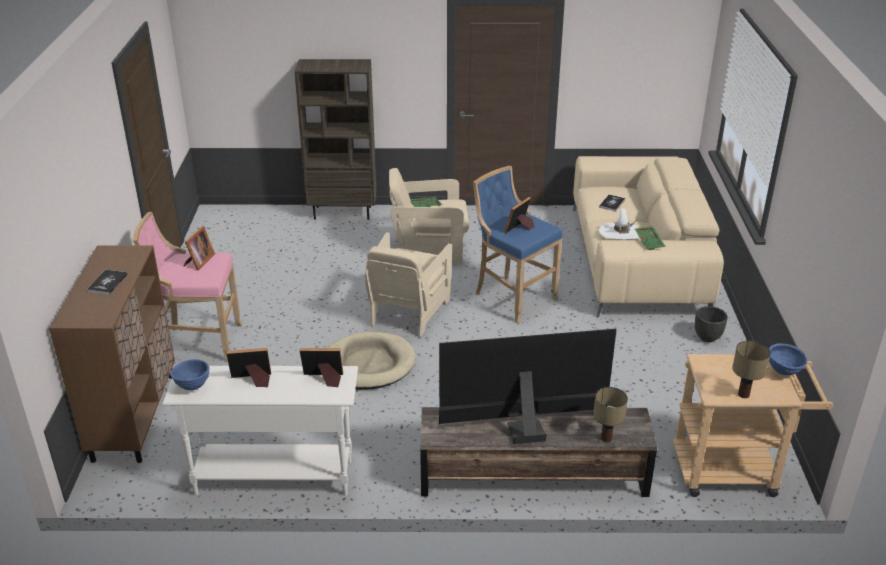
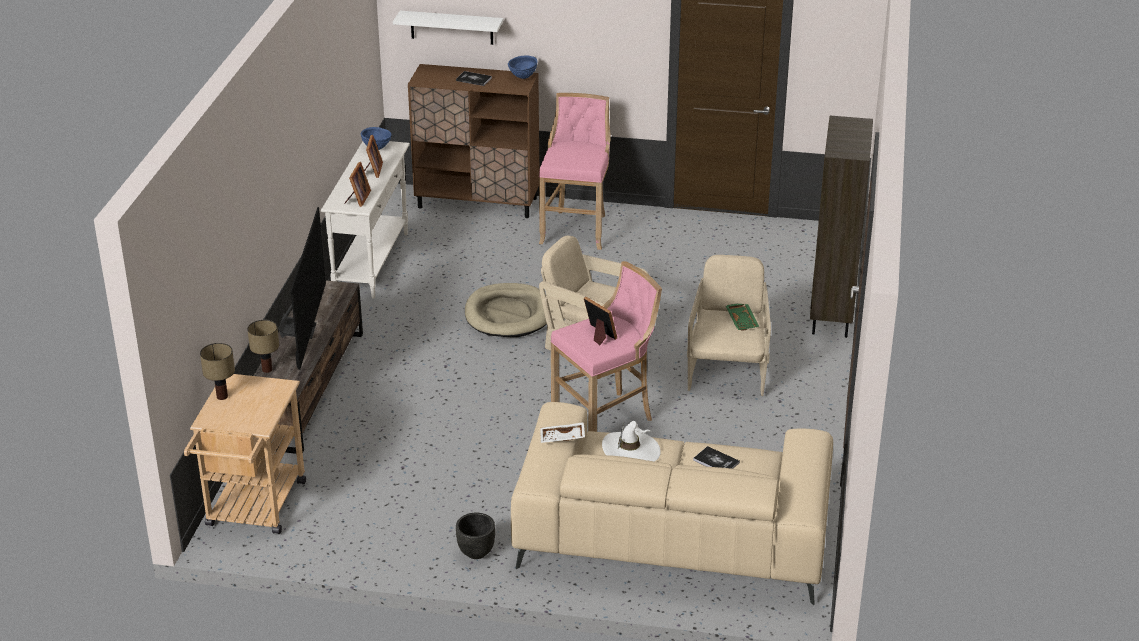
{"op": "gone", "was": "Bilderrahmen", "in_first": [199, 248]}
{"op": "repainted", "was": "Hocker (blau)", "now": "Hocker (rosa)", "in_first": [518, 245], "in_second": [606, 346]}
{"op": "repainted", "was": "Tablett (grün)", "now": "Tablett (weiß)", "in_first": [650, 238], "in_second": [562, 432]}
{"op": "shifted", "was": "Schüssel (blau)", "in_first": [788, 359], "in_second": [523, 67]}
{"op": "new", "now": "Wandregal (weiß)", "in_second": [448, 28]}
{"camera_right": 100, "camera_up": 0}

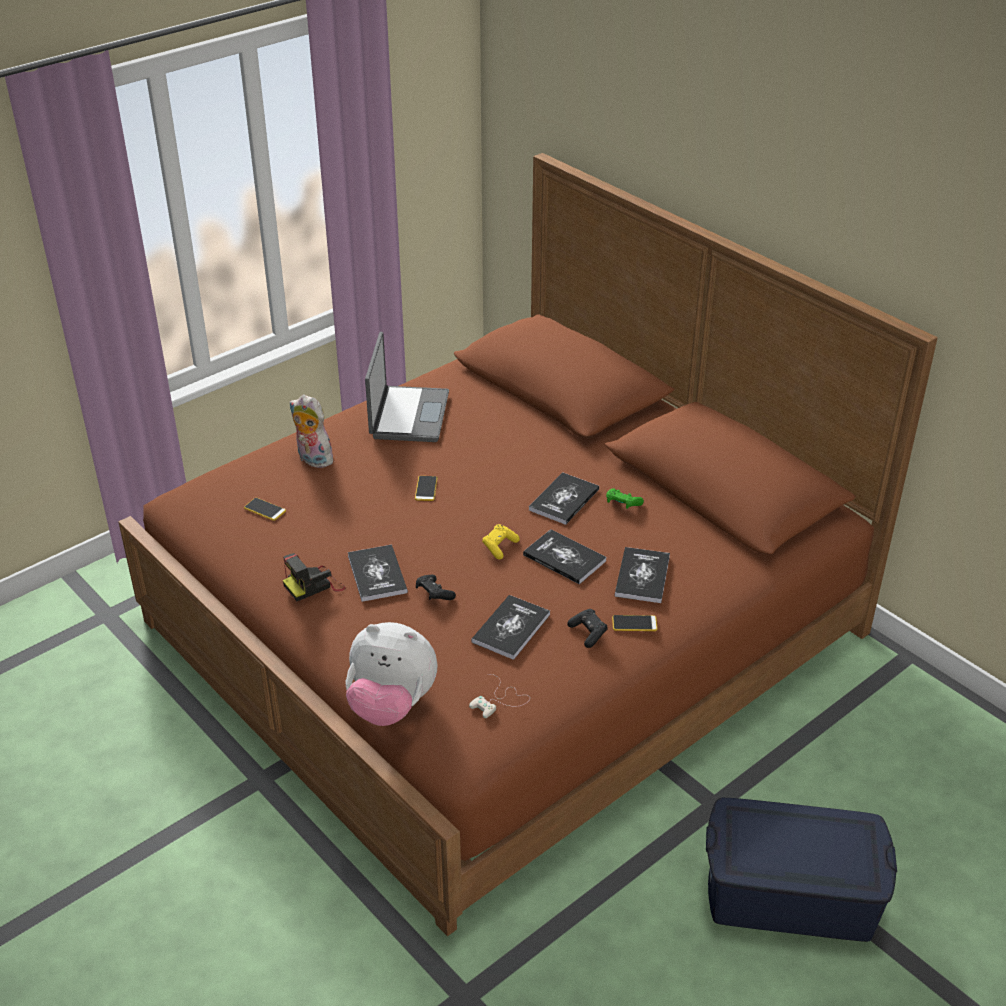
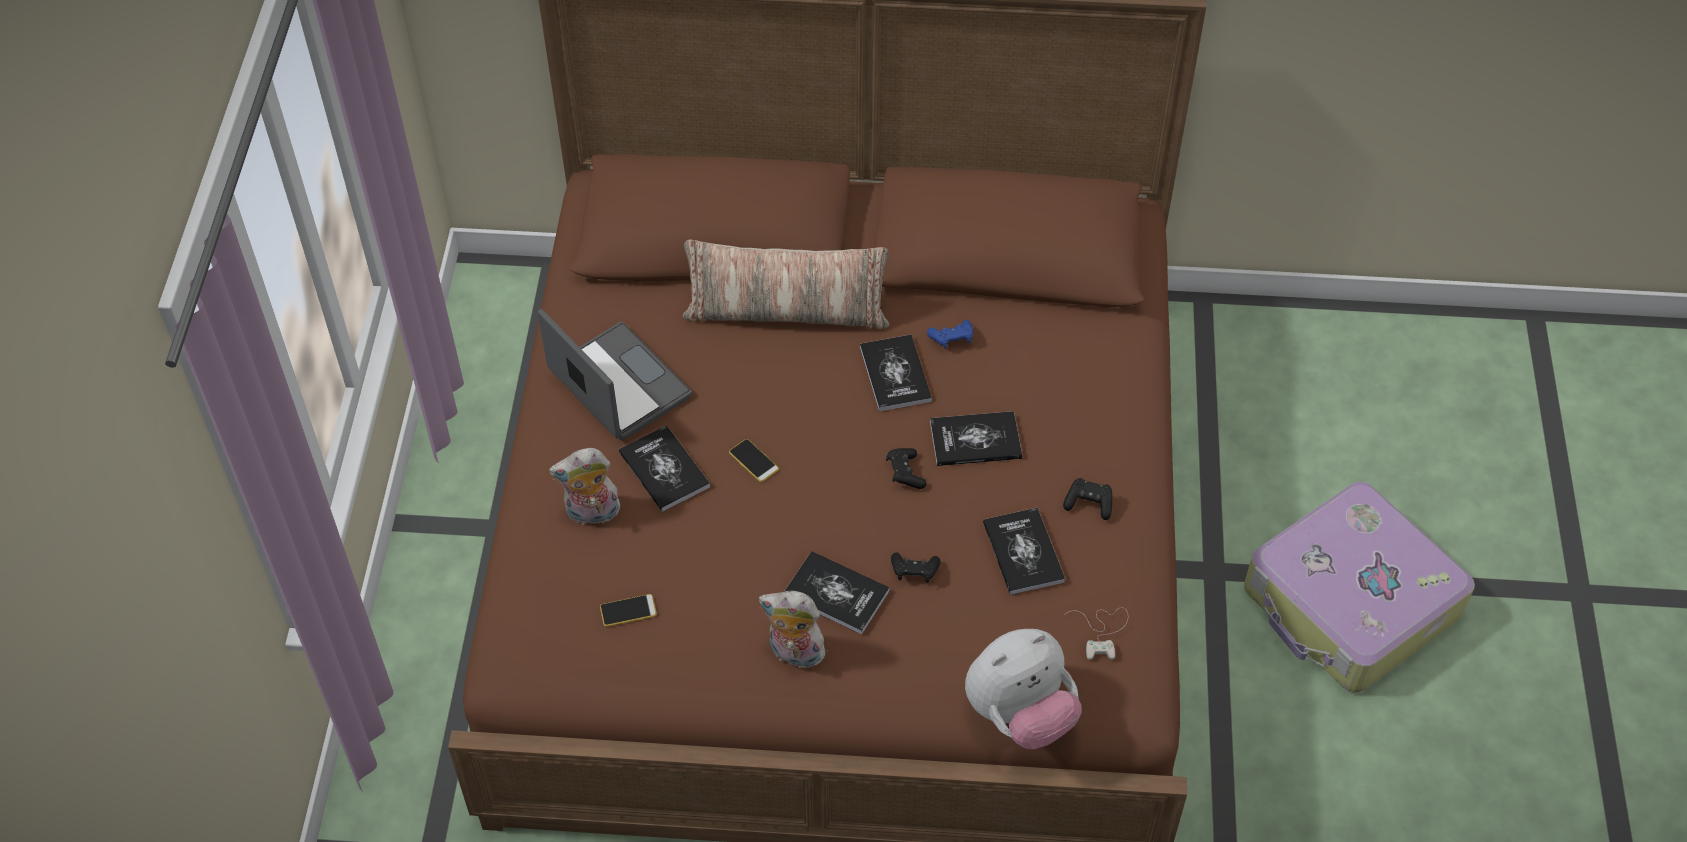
{"op": "swapped", "was": "Kamera", "now": "Plüschtier", "in_first": [314, 577], "in_second": [793, 629]}
{"op": "repainted", "was": "Gamepad (gelb)", "now": "Gamepad (schwarz)", "in_first": [501, 541], "in_second": [906, 468]}
{"op": "repainted", "was": "Gamepad (grün)", "now": "Gamepad (blau)", "in_first": [625, 498], "in_second": [950, 334]}
{"op": "gone", "was": "Handy", "in_first": [634, 623]}
{"op": "shifted", "was": "Buch", "in_first": [642, 575], "in_second": [664, 468]}
{"op": "swapped", "was": "Aufbewahrungsbox (blau)", "now": "Koffer", "in_first": [801, 870], "in_second": [1359, 587]}
{"op": "new", "now": "Kissen", "in_second": [786, 284]}
{"camera_right": -45, "camera_up": 15}

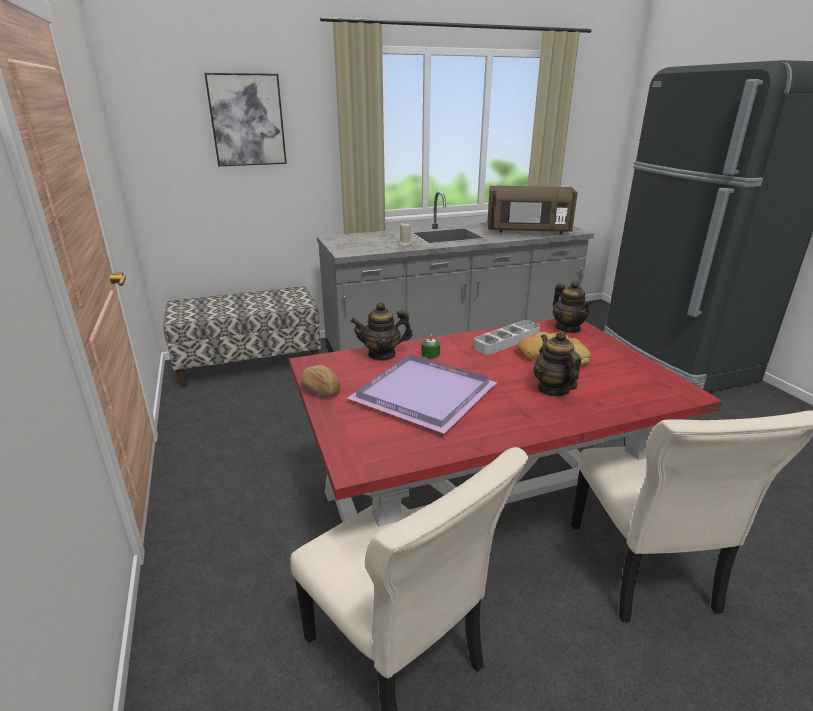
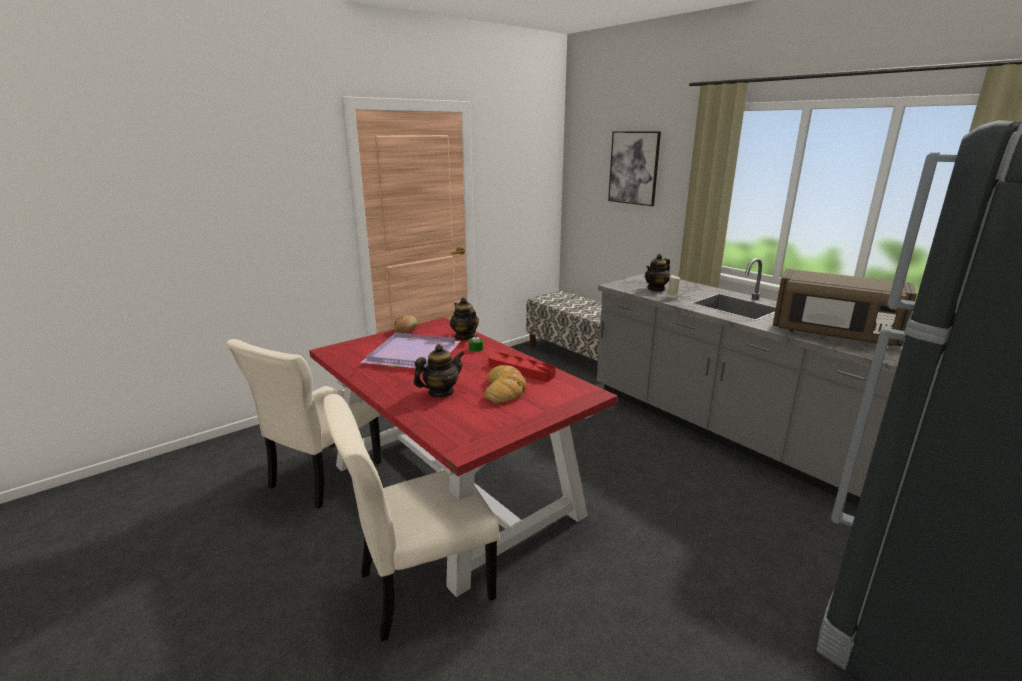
{"op": "repainted", "was": "Tablett (grau)", "now": "Tablett (rot)", "in_first": [507, 337], "in_second": [522, 367]}
{"op": "rotated", "was": "Mikrowelle (braun)", "in_first": [533, 210], "in_second": [845, 307], "clockwise": -45}
{"op": "shifted", "was": "Teekanne", "in_first": [572, 307], "in_second": [657, 273]}
{"camera_right": 70, "camera_up": -5}

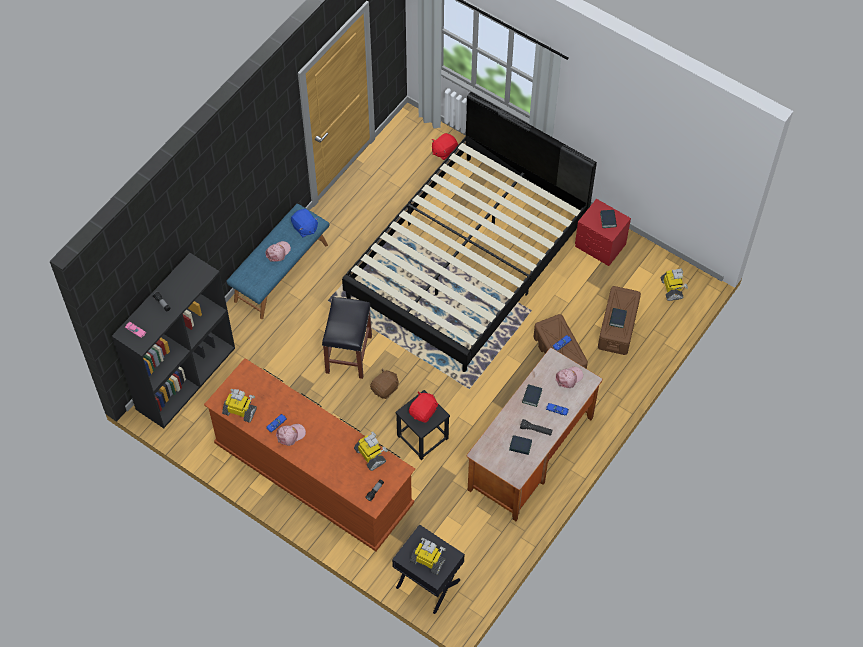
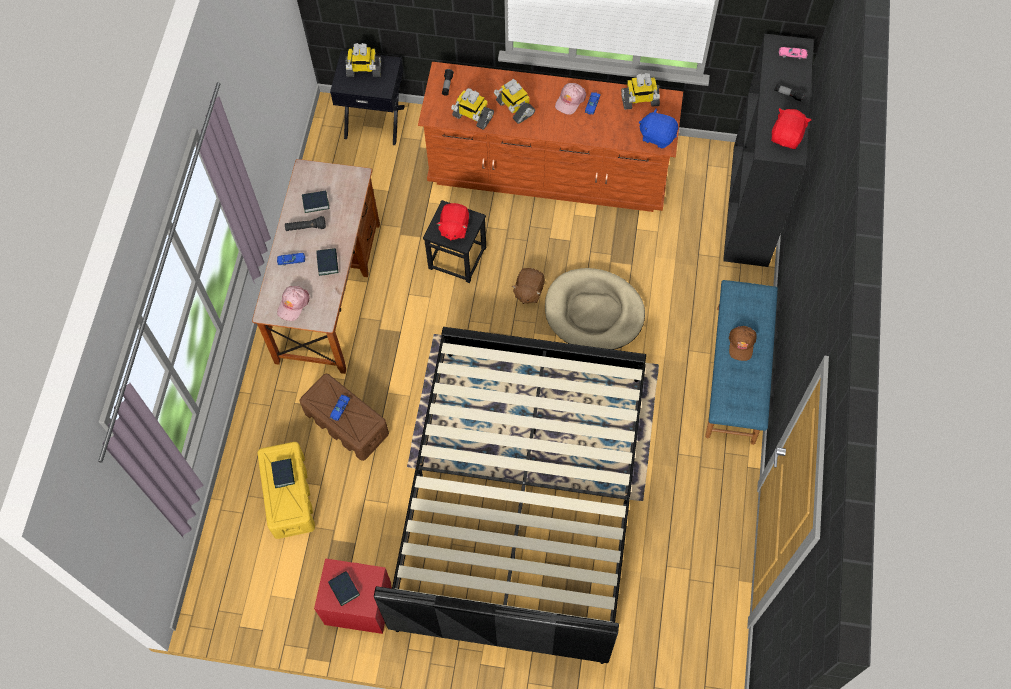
{"op": "repainted", "was": "Kappe (rosa)", "now": "Kappe (braun)", "in_first": [278, 251], "in_second": [743, 343]}
{"op": "shifted", "was": "Plüschtier (blau)", "in_first": [304, 223], "in_second": [658, 128]}
{"op": "swapped", "was": "Hocker (schwarz)", "now": "Hundebett (beige)", "in_first": [347, 338], "in_second": [595, 309]}
{"op": "shifted", "was": "Plüschtier (rot)", "in_first": [445, 146], "in_second": [791, 128]}
{"op": "repainted", "was": "Aufbewahrungsbox (braun)", "now": "Aufbewahrungsbox (gelb)", "in_first": [619, 320], "in_second": [286, 490]}
{"op": "shifted", "was": "Spielzeugroboter", "in_first": [674, 284], "in_second": [514, 101]}
{"camera_right": 155, "camera_up": 5}

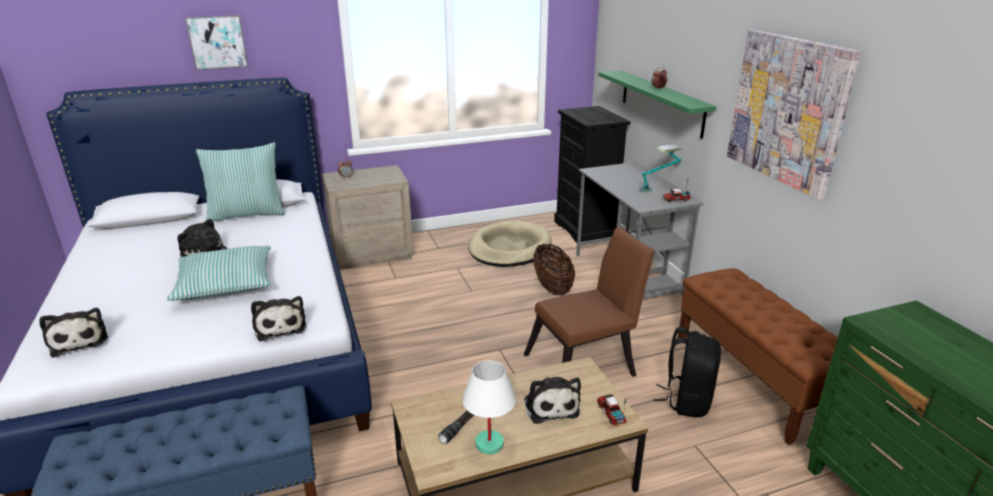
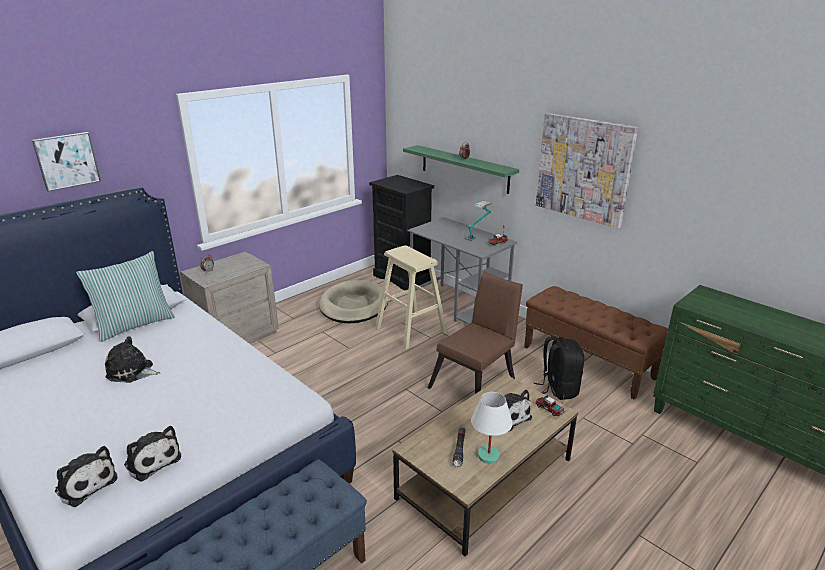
{"op": "gone", "was": "Kissen", "in_first": [218, 273]}
{"op": "shifted", "was": "Plüschtier", "in_first": [279, 319], "in_second": [152, 453]}
{"op": "swapped", "was": "Korb", "now": "Hocker (beige)", "in_first": [554, 269], "in_second": [411, 297]}
{"camera_right": -25, "camera_up": 0}

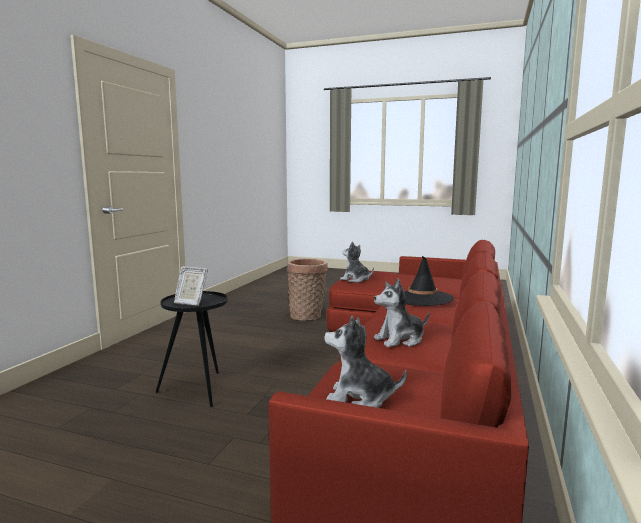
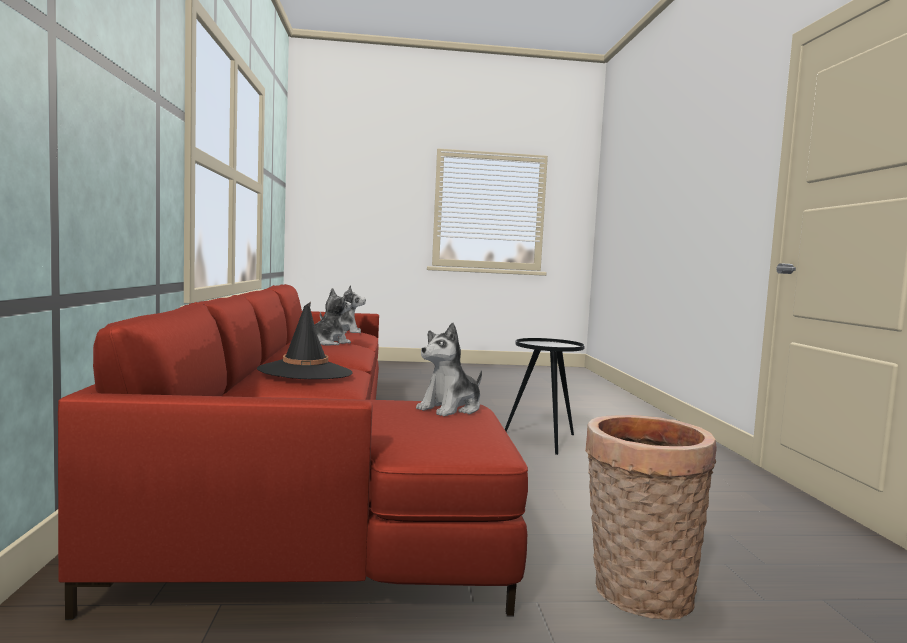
{"op": "gone", "was": "Bilderrahmen", "in_first": [191, 286]}
{"op": "rotated", "was": "Plüschtier", "in_first": [357, 262], "in_second": [449, 370], "clockwise": 120}
{"camera_right": 155, "camera_up": -5}

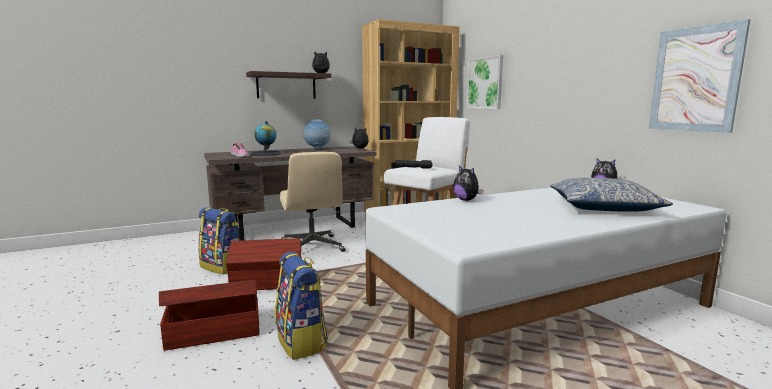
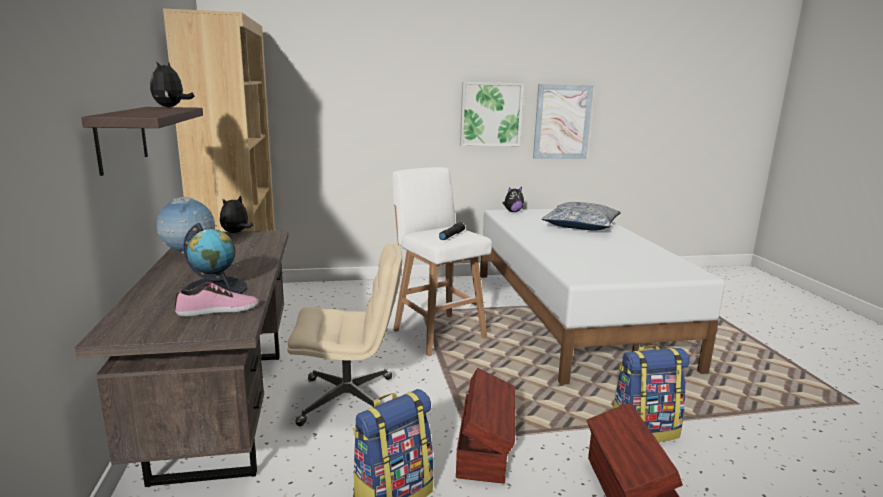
{"op": "gone", "was": "Plüschtier", "in_first": [468, 183]}
{"op": "shifted", "was": "Bild", "in_first": [484, 82], "in_second": [492, 114]}
{"camera_right": -75, "camera_up": 5}

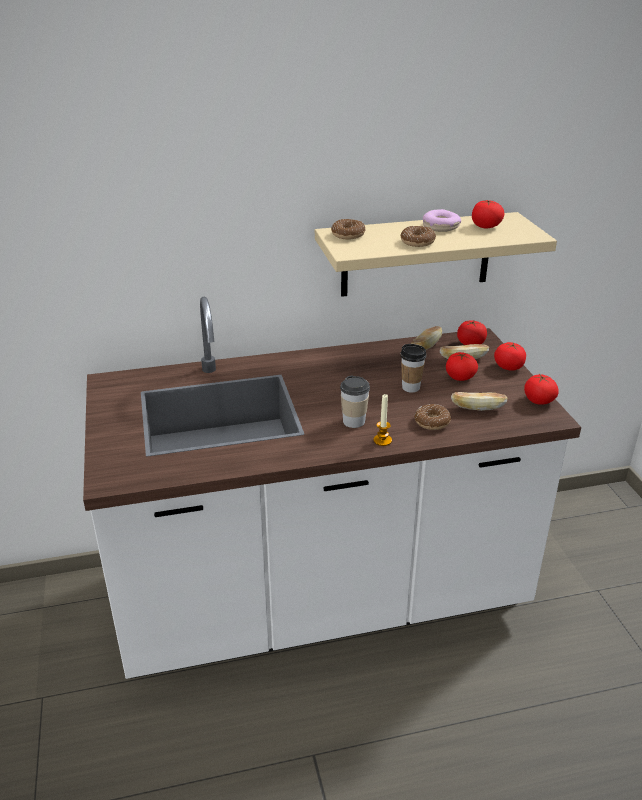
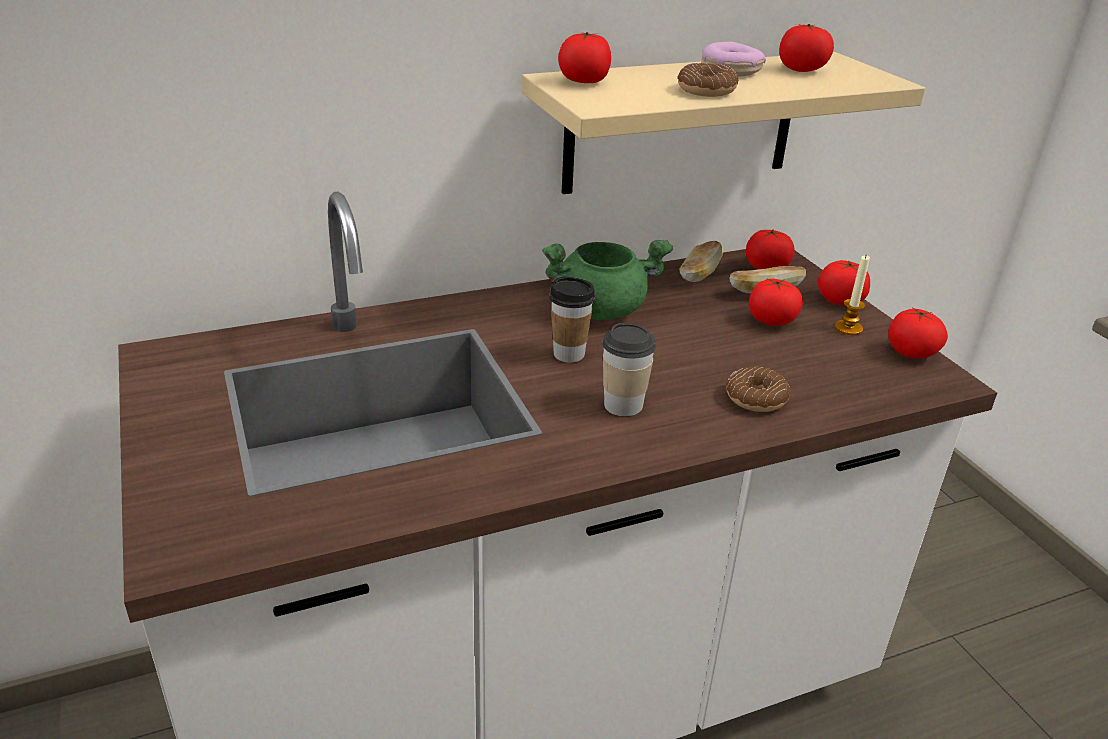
{"op": "swapped", "was": "Donut", "now": "Tomate", "in_first": [348, 229], "in_second": [584, 57]}
{"op": "shifted", "was": "Kerze", "in_first": [382, 420], "in_second": [852, 294]}
{"op": "shifted", "was": "Tasse", "in_first": [414, 368], "in_second": [572, 320]}
{"op": "gone", "was": "Brot", "in_first": [479, 401]}
{"op": "new", "now": "Kochtopf (grün)", "in_second": [607, 280]}
{"camera_right": -10, "camera_up": 0}

